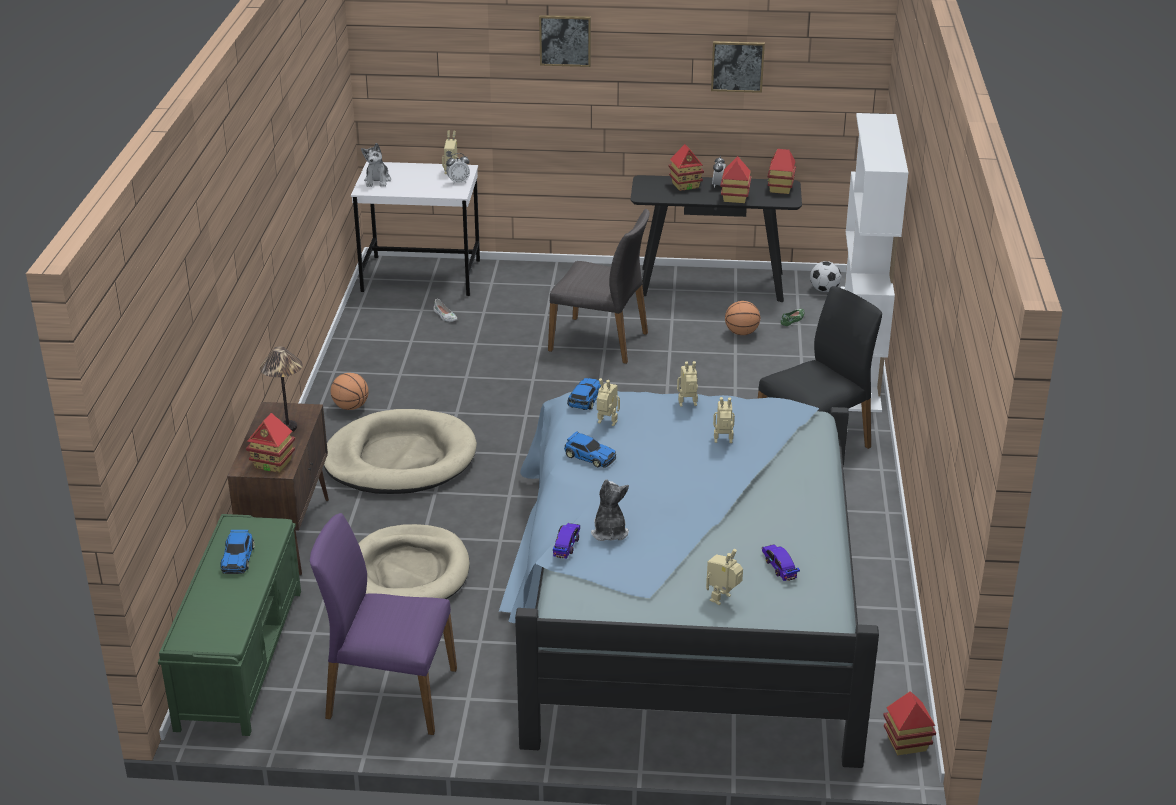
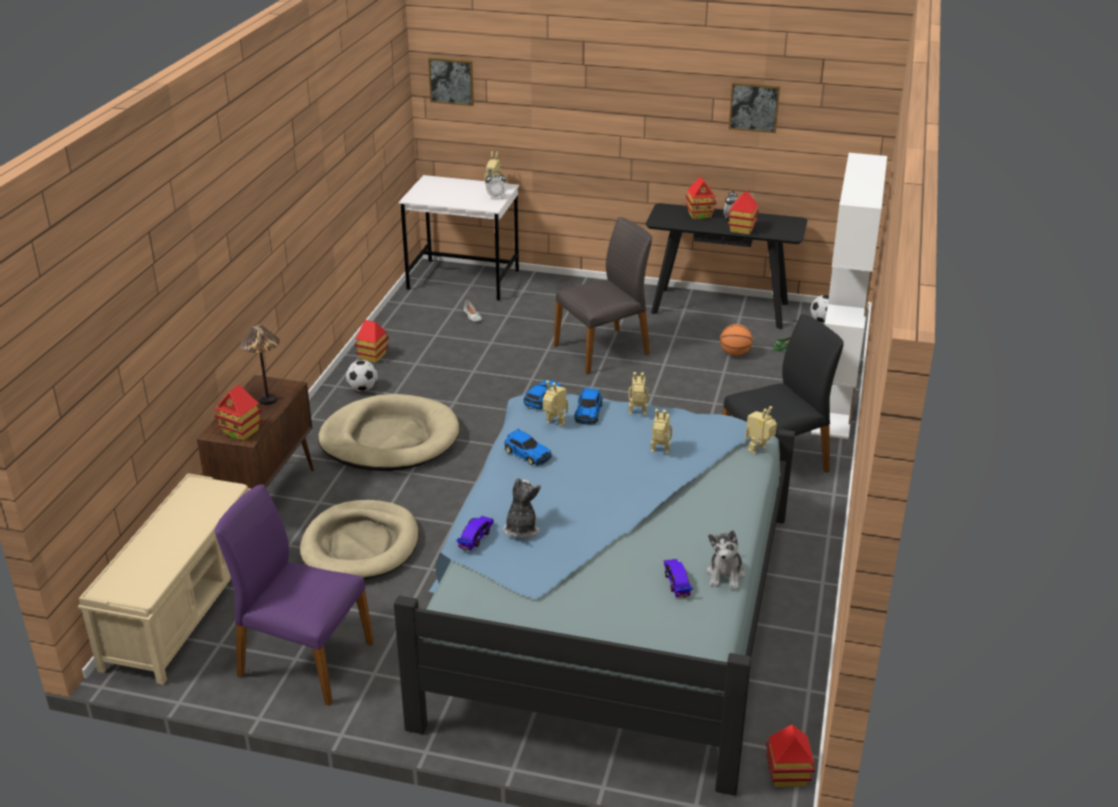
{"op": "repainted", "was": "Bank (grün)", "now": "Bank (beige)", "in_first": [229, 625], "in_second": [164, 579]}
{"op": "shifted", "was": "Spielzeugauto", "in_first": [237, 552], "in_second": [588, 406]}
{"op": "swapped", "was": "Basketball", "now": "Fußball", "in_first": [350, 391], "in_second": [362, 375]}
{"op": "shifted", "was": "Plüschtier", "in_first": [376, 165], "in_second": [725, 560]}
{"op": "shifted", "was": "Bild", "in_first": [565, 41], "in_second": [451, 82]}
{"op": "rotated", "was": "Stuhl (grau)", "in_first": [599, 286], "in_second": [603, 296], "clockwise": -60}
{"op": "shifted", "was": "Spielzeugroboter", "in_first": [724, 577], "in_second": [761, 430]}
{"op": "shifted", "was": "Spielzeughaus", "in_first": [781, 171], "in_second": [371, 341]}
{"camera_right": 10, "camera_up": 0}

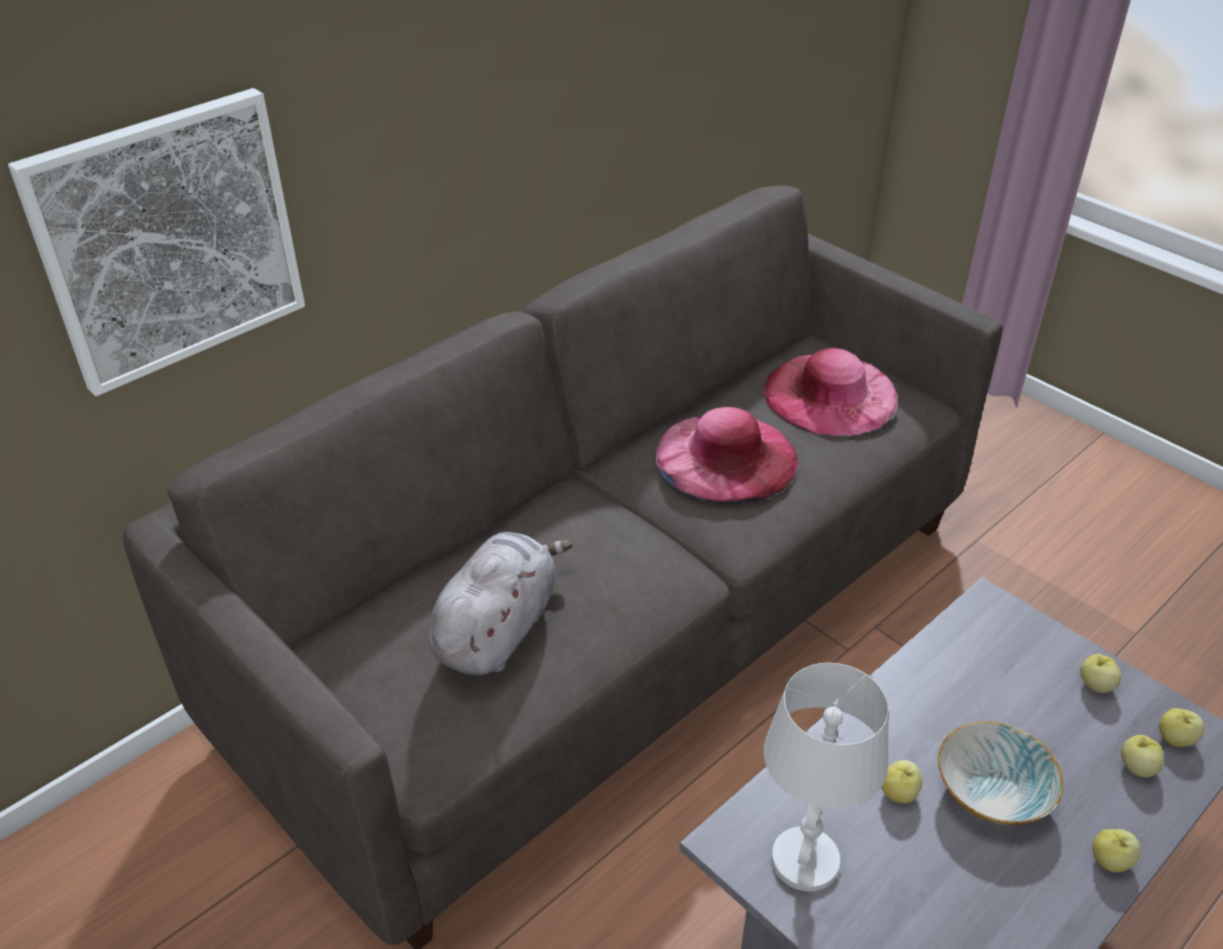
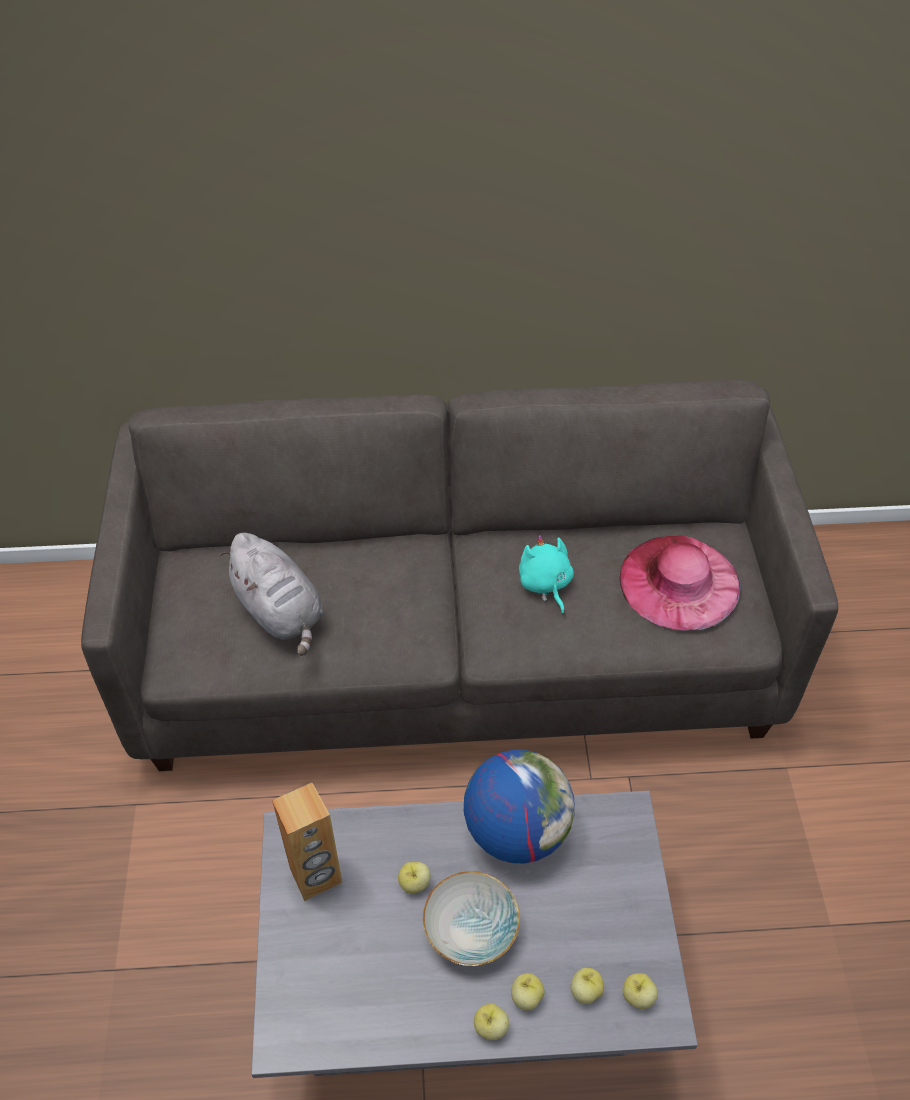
{"op": "gone", "was": "Bild", "in_first": [156, 242]}
{"op": "rotated", "was": "Plüschtier (grau)", "in_first": [500, 603], "in_second": [271, 594], "clockwise": 75}
{"op": "swapped", "was": "Hut (rosa)", "now": "Plüschtier (türkis)", "in_first": [726, 455], "in_second": [546, 574]}
{"op": "swapped", "was": "Tischlampe (weiß)", "now": "Lautsprecher (braun)", "in_first": [826, 777], "in_second": [307, 841]}
{"op": "shifted", "was": "Apfel", "in_first": [1100, 673], "in_second": [528, 992]}
{"op": "new", "now": "Globus", "in_second": [519, 807]}
{"camera_right": 40, "camera_up": 10}

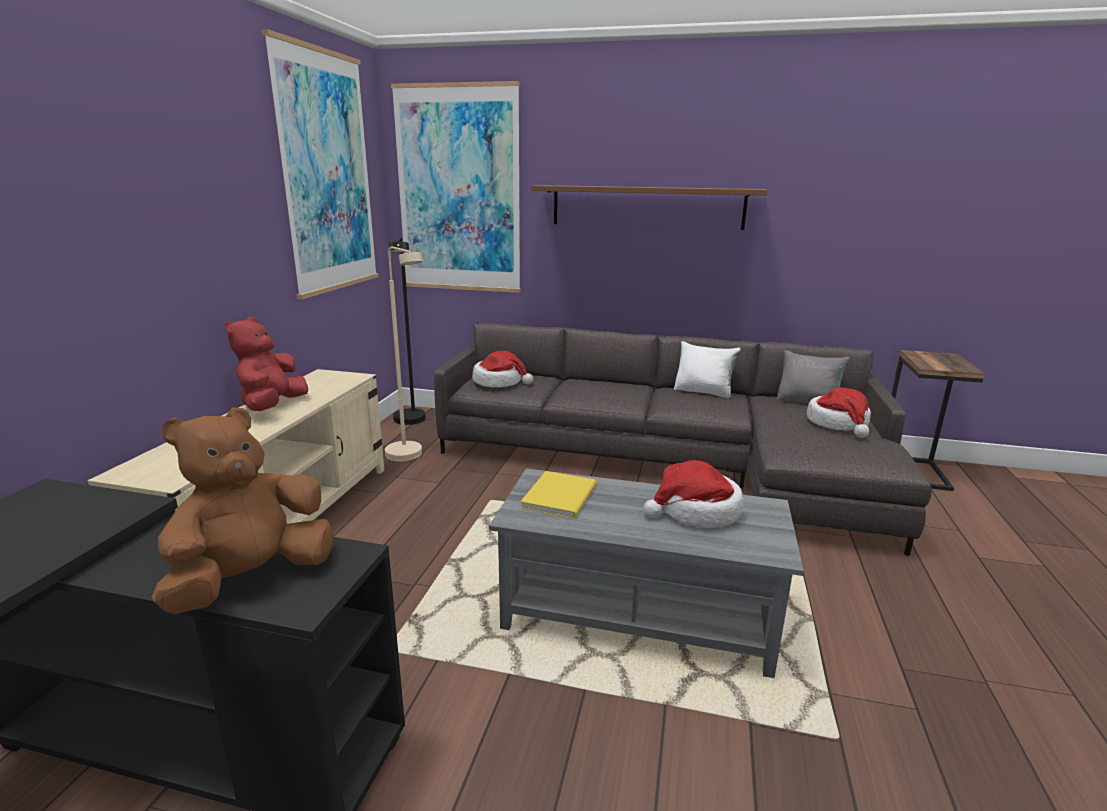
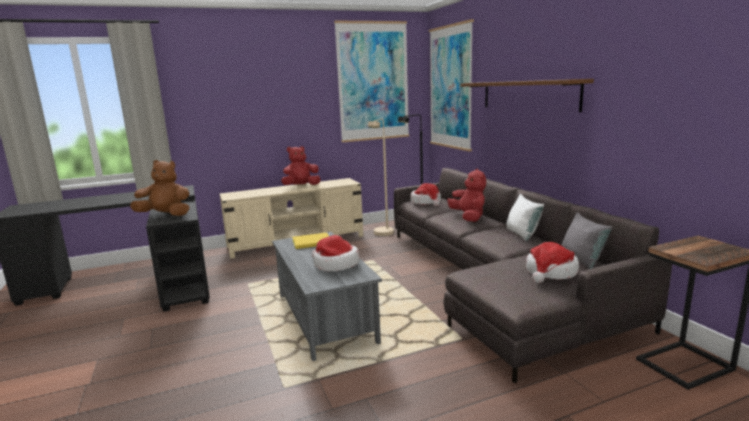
{"op": "new", "now": "Plüschtier (rot)", "in_second": [466, 195]}
{"camera_right": 55, "camera_up": -5}

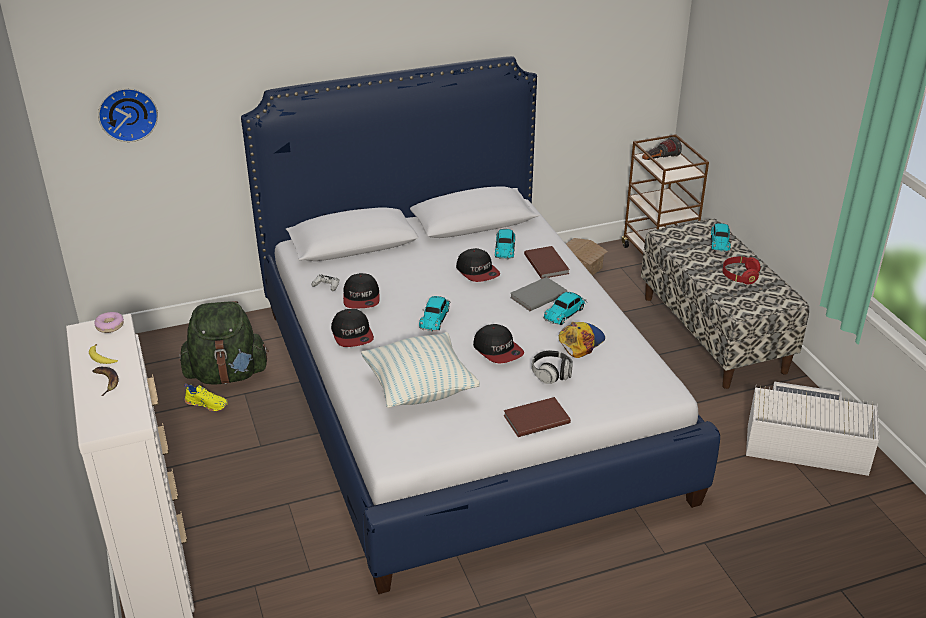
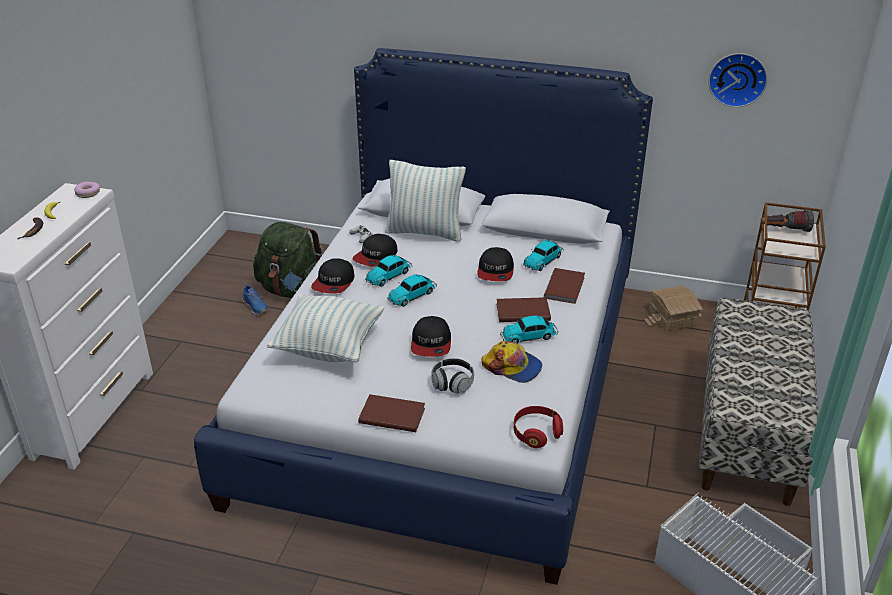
{"op": "shifted", "was": "Wanduhr", "in_first": [128, 115], "in_second": [737, 80]}
{"op": "repainted", "was": "Schuh (gelb)", "now": "Schuh (blau)", "in_first": [206, 397], "in_second": [255, 299]}
{"op": "repainted", "was": "Buch (grau)", "now": "Buch (braun)", "in_first": [538, 294], "in_second": [523, 309]}
{"op": "rotated", "was": "Kappe", "in_first": [582, 340], "in_second": [511, 362], "clockwise": 45}
{"op": "shifted", "was": "Spielzeugauto", "in_first": [721, 237], "in_second": [388, 271]}
{"op": "shifted", "was": "Kopfhörer (rot)", "in_first": [741, 270], "in_second": [538, 427]}
{"op": "new", "now": "Kissen", "in_second": [425, 201]}
{"camera_right": 35, "camera_up": 0}

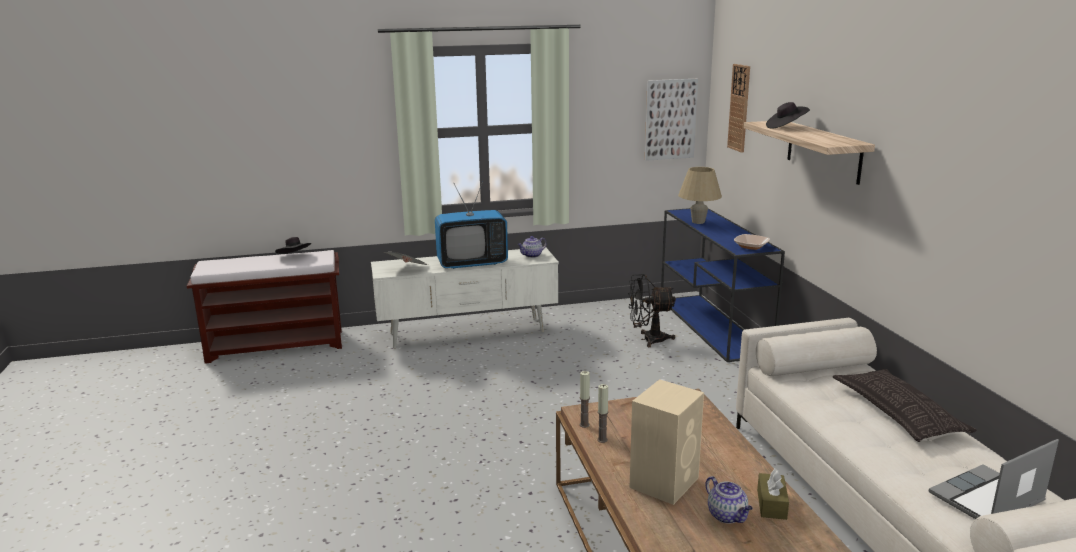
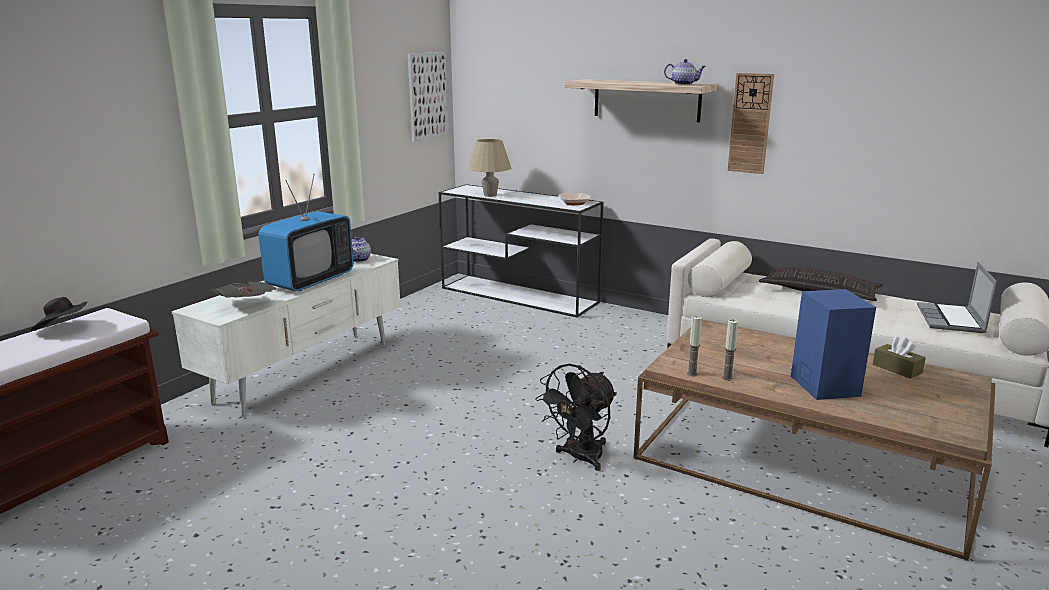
{"op": "shifted", "was": "Ventilator (schwarz)", "in_first": [652, 310], "in_second": [576, 417]}
{"op": "repainted", "was": "Lautsprecher (beige)", "now": "Lautsprecher (blau)", "in_first": [666, 442], "in_second": [833, 344]}
{"op": "repainted", "was": "Konsolentisch (blau)", "now": "Konsolentisch (weiß)", "in_first": [723, 285], "in_second": [521, 251]}
{"op": "shifted", "was": "Teekanne", "in_first": [729, 500], "in_second": [685, 72]}
{"op": "shifted", "was": "Wanduhr", "in_first": [738, 108], "in_second": [750, 123]}
{"op": "gone", "was": "Hut (schwarz)", "in_first": [788, 115]}
{"camera_right": -45, "camera_up": 0}

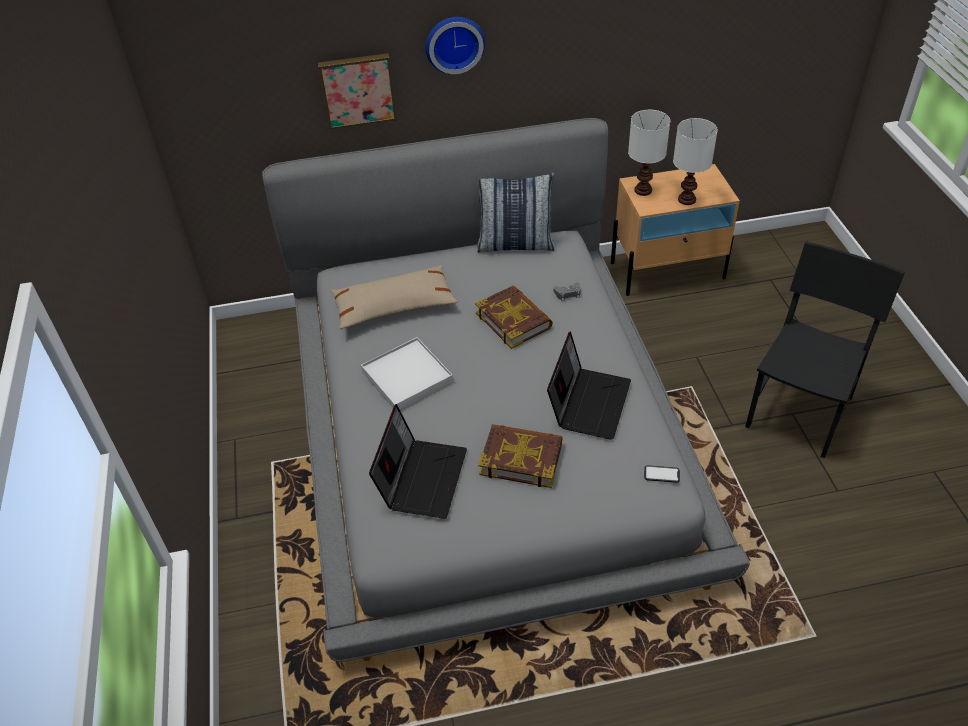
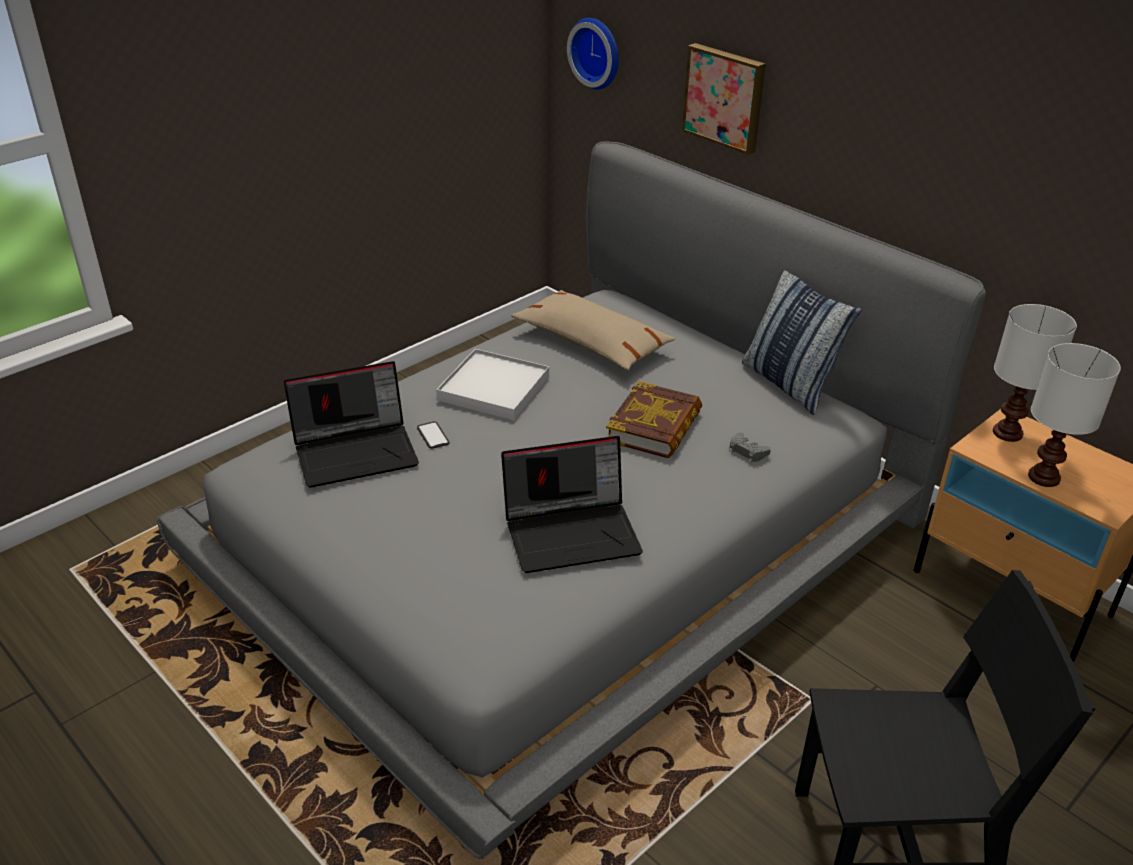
{"op": "shifted", "was": "Wanduhr", "in_first": [455, 45], "in_second": [592, 54]}
{"op": "gone", "was": "Buch", "in_first": [520, 456]}
{"op": "shifted", "was": "Handy", "in_first": [662, 474], "in_second": [433, 435]}
{"camera_right": 55, "camera_up": -10}

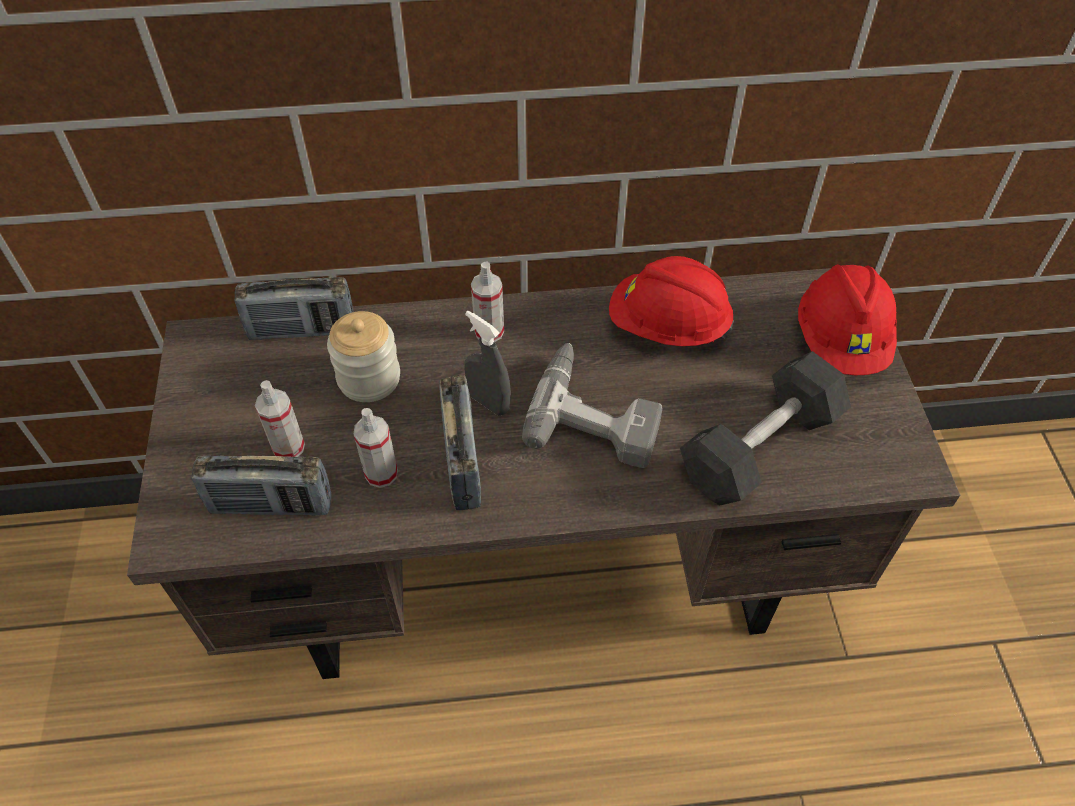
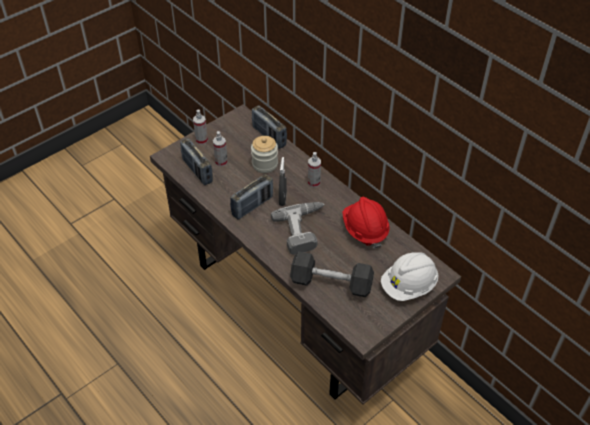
{"op": "shifted", "was": "Sprühflasche", "in_first": [376, 448], "in_second": [200, 126]}
{"op": "repainted", "was": "Schutzhelm (rot)", "now": "Schutzhelm (weiß)", "in_first": [847, 319], "in_second": [409, 276]}
{"camera_right": 55, "camera_up": -5}

